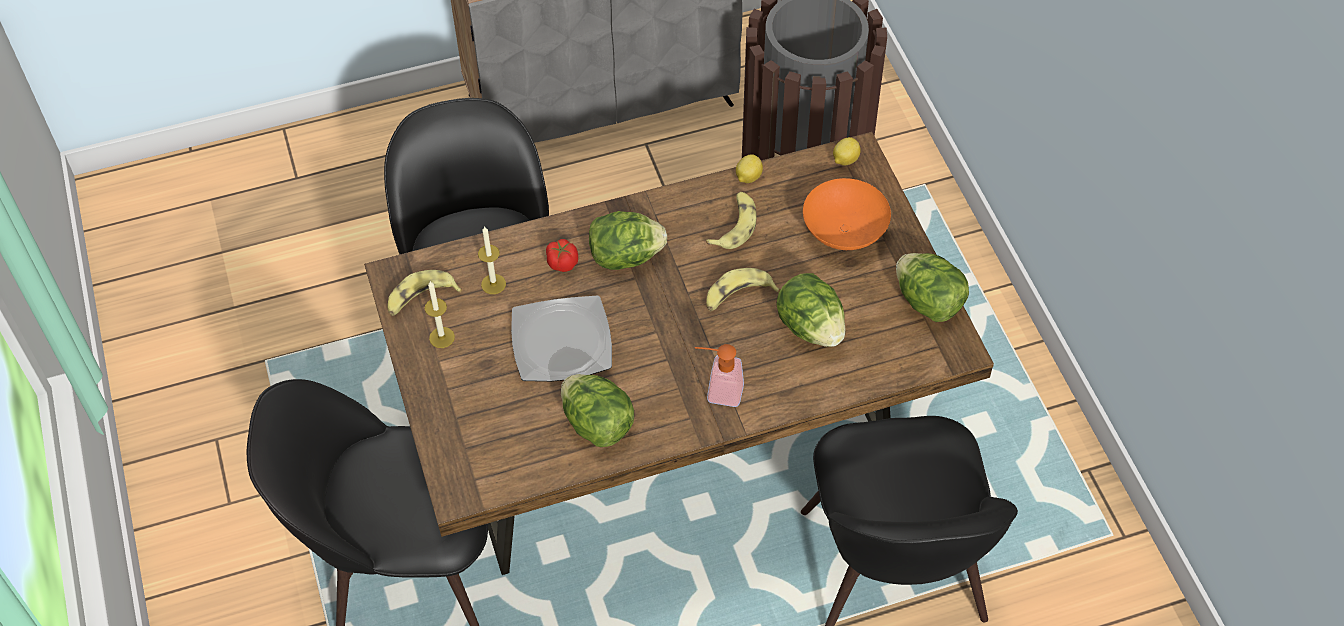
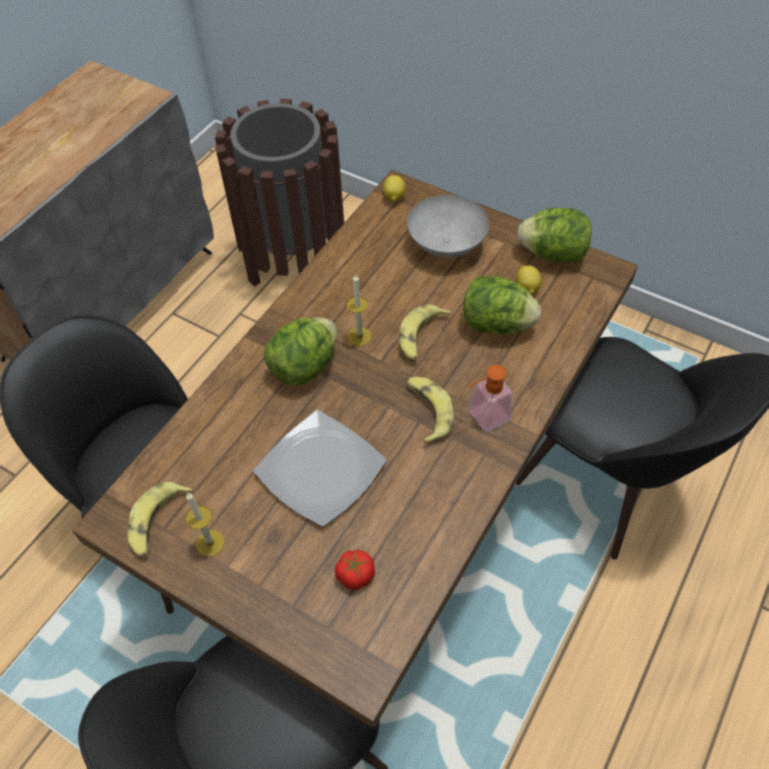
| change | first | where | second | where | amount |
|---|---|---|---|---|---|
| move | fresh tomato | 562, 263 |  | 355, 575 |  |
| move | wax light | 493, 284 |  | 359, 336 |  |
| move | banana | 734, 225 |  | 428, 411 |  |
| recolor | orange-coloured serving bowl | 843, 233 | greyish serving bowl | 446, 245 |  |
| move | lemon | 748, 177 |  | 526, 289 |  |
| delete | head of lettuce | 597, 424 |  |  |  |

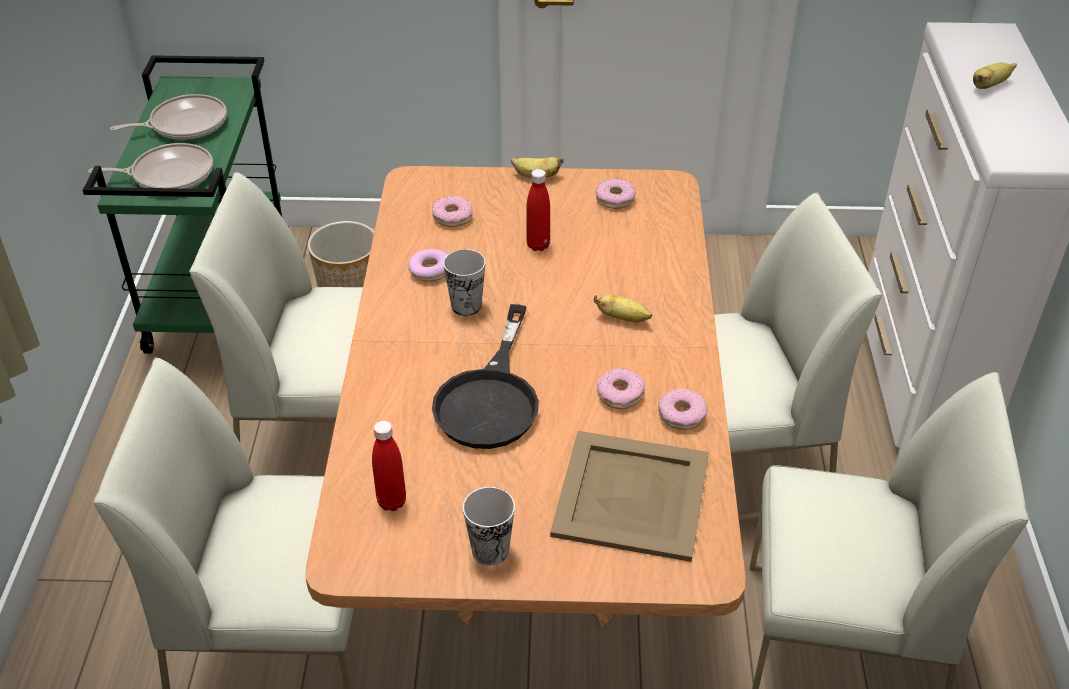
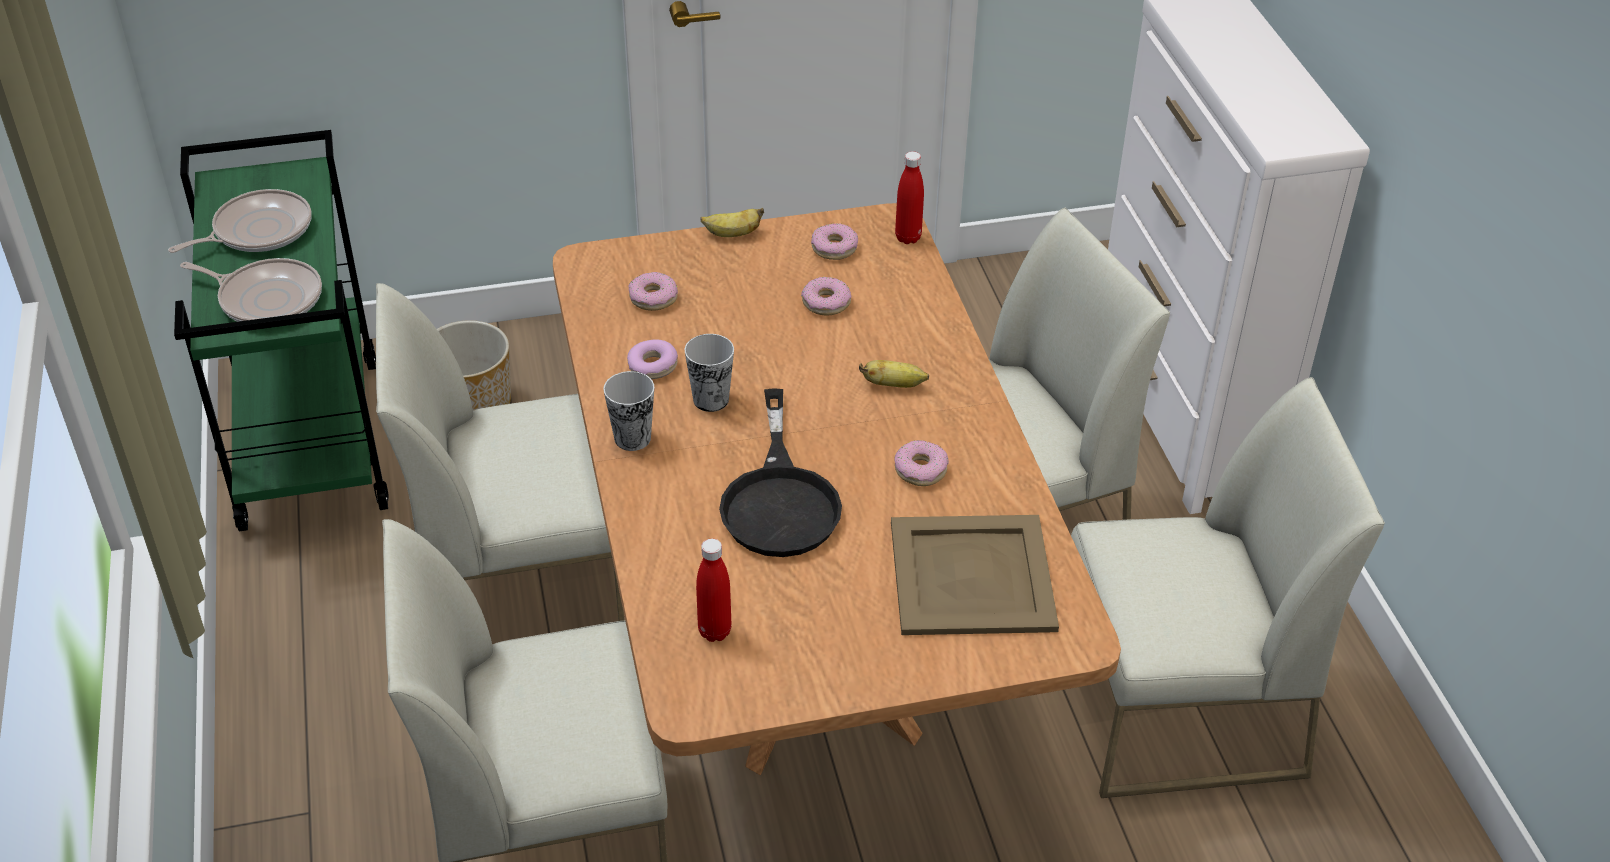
| change | first | where | second | where | amount |
|---|---|---|---|---|---|
| rotate | pan | 169, 175 |  | 266, 299 | 45 degrees clockwise |
| move | drinking cup | 490, 550 |  | 632, 438 |  |
| move | doughnut | 682, 415 |  | 826, 302 |  |
| move | red-coloured bottle | 538, 245 |  | 908, 238 |  |
| delete | banana | 989, 86 |  |  |  |

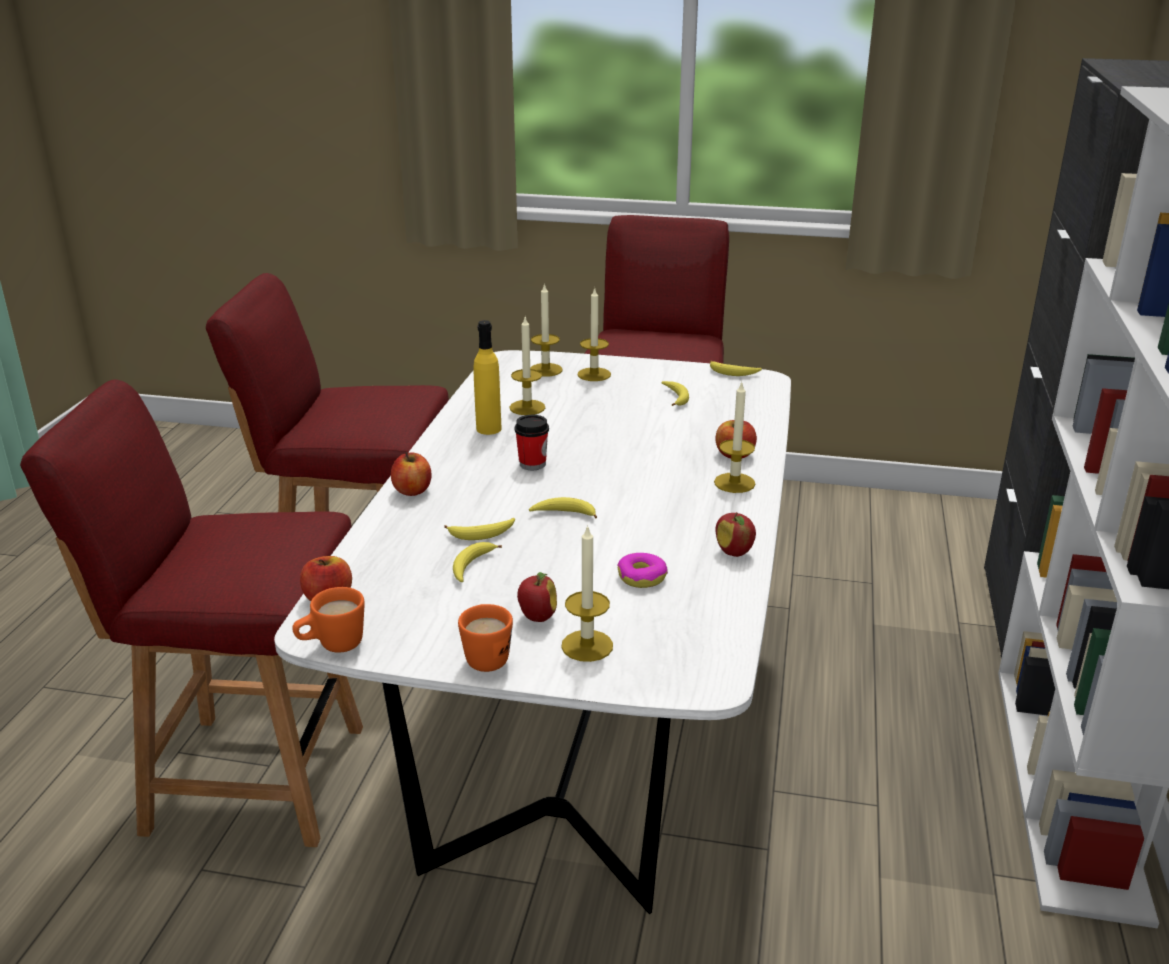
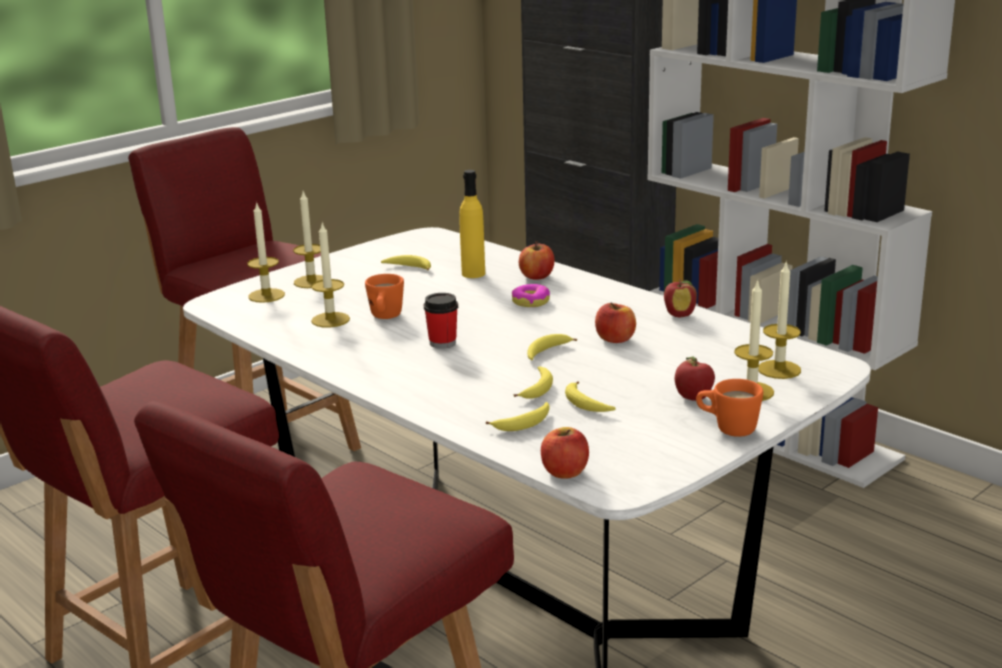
| change | first | where | second | where | amount |
|---|---|---|---|---|---|
| move | orange-coloured tea mug | 332, 646 |  | 385, 317 |  |
| move | yellow bottle | 488, 429 |  | 473, 274 |  |
| move | banana | 733, 373 |  | 524, 423 |  |
| move | doughnut | 642, 577 |  | 531, 302 |  |
| move | apple fruit | 412, 490 |  | 615, 339 |  |
| move | wax light | 734, 483 |  | 779, 369 |  |

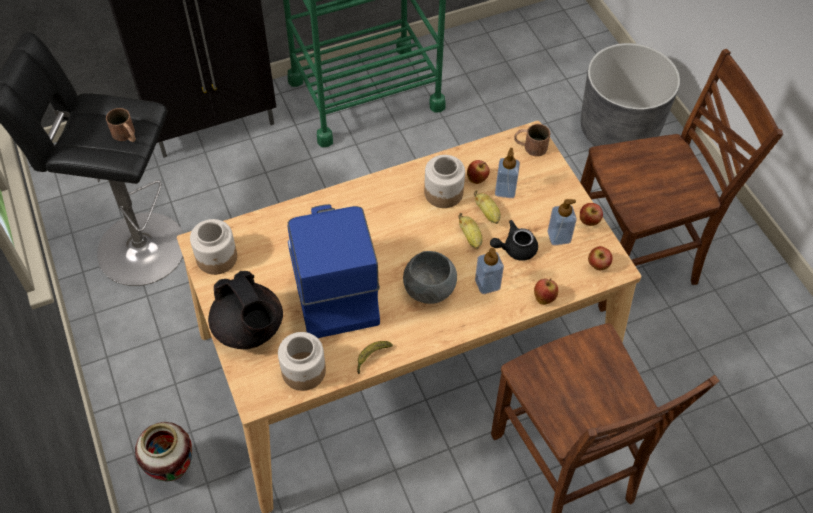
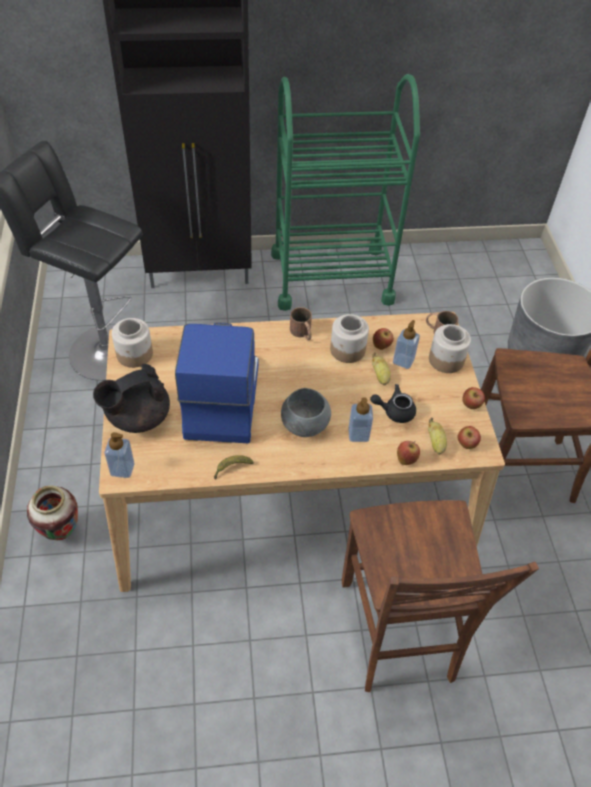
| change | first | where | second | where | amount |
|---|---|---|---|---|---|
| rotate | black-coloured pot for tea | 249, 329 |  | 137, 417 | 75 degrees clockwise |
| move | soap dispenser | 559, 237 |  | 122, 469 |  |
| move | brownish tea mug | 126, 135 |  | 302, 333 |  |
| move | banana | 471, 238 |  | 436, 443 |  |
| move | storage jar | 303, 371 |  | 445, 360 |  |

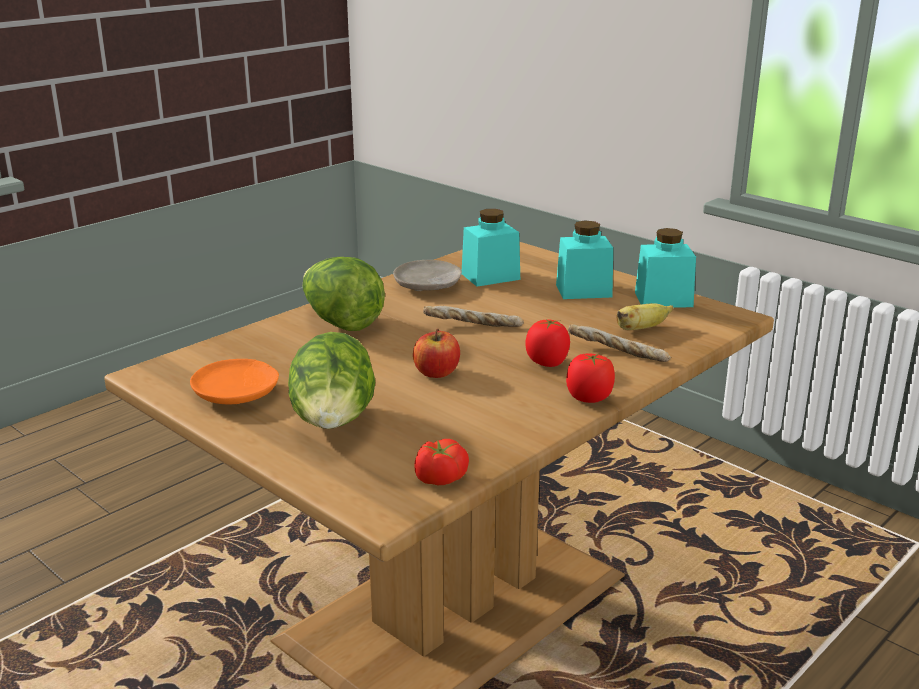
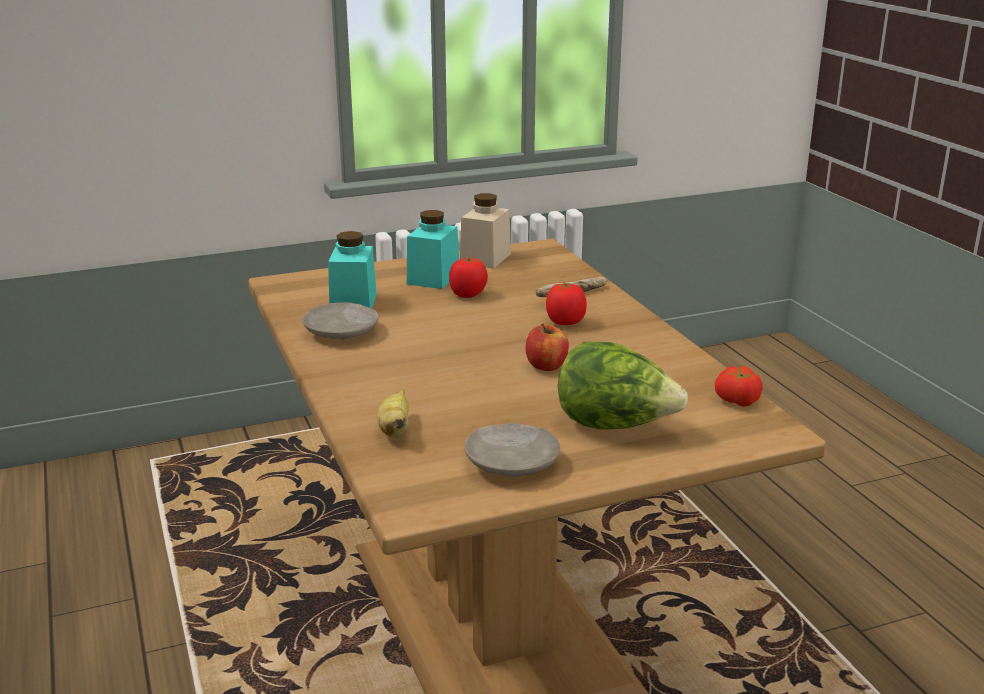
| change | first | where | second | where | amount |
|---|---|---|---|---|---|
| move | banana | 641, 329 |  | 395, 430 |  |
| move | fresh tomato | 589, 398 |  | 467, 295 |  |
| recolor | blue-green storage jar | 663, 299 | beige-coloured storage jar | 485, 258 |  |
| recolor | orange-coloured plate | 237, 394 | beige-coloured plate | 512, 463 |  |
| delete | head of lettuce | 341, 323 |  |  |  |
| delete | bakery bread | 473, 326 |  |  |  |

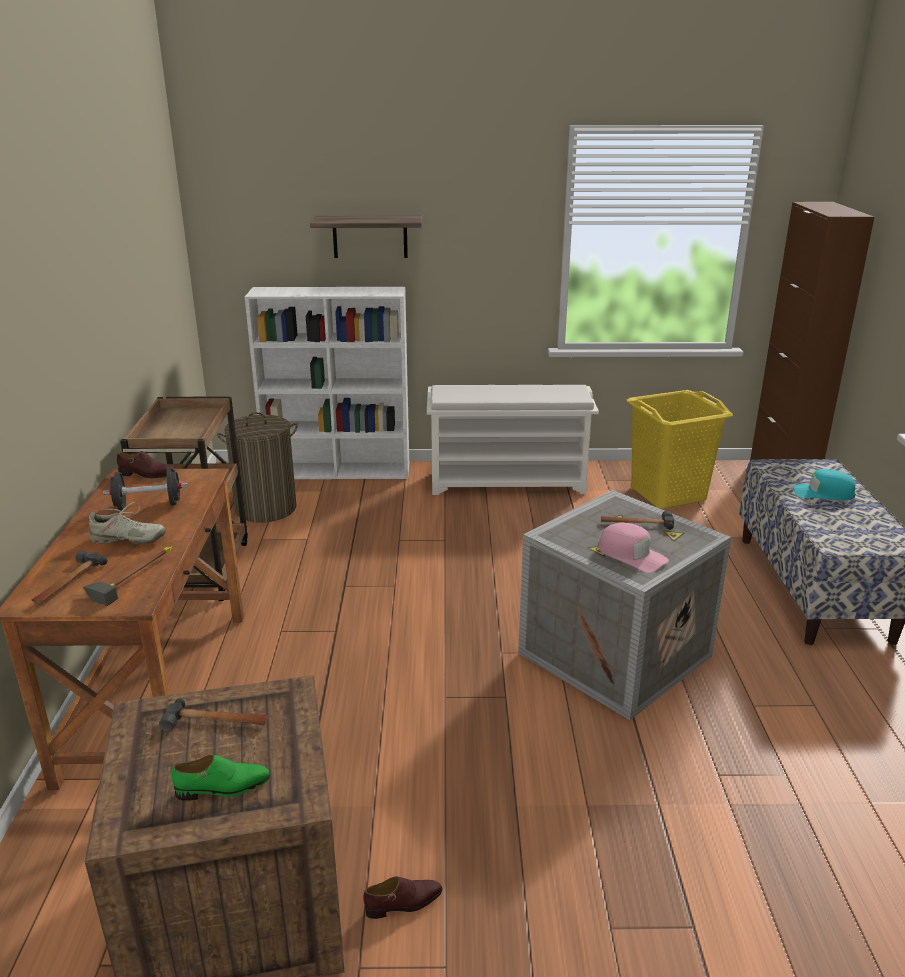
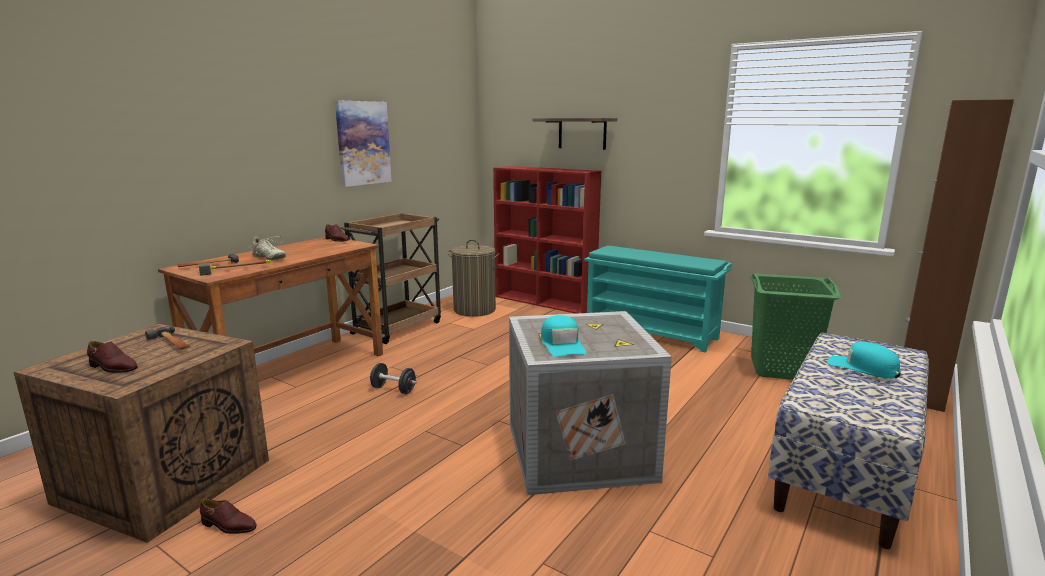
| change | first | where | second | where | amount |
|---|---|---|---|---|---|
| recolor | greenish shoe | 223, 787 | brownish shoe | 113, 367 |  |
| insert |  |  | picture | 363, 143 |  |
| move | black-coloured free weight | 148, 505 |  | 393, 389 |  |
| recolor | white shelving unit | 339, 471 | red-coloured shelving unit | 545, 302 |  |
| recolor | pinkish cap | 631, 555 | blue-green cap | 562, 344 |  |
| recolor | white shoe shelf | 509, 482 | blue-green shoe shelf | 652, 332 |  |
| recolor | yellow washing basket | 668, 494 | greenish washing basket | 782, 369 |  |
| delete | hammer | 636, 524 |  |  |  |

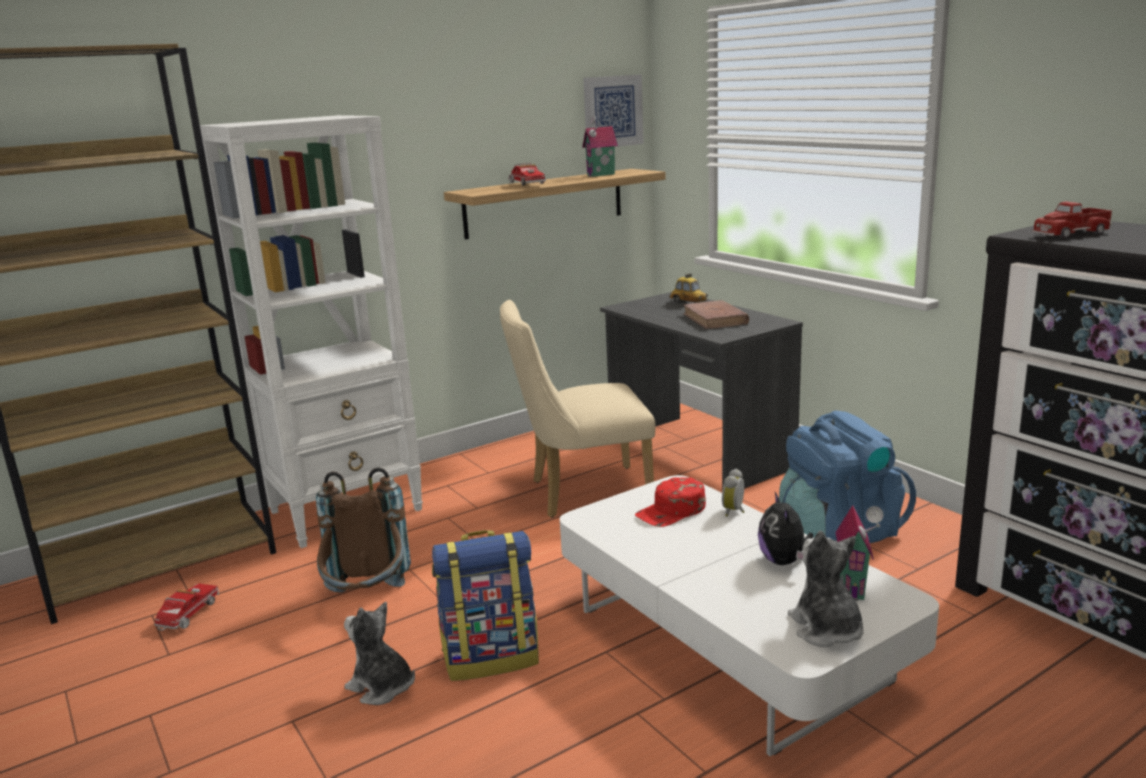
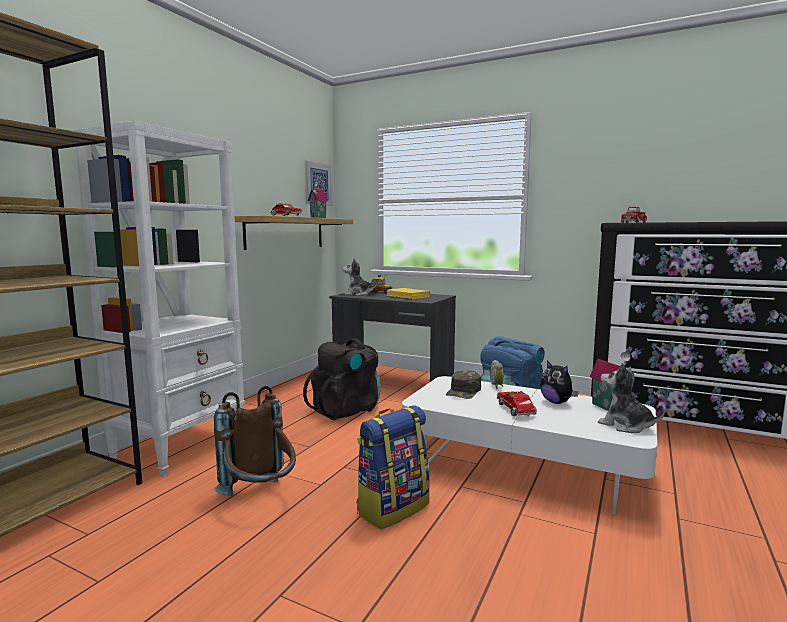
| change | first | where | second | where | amount |
|---|---|---|---|---|---|
| replace | beige-coloured chair | 581, 493 | black-coloured knapsack | 346, 410 |  |
| move | plush toy | 381, 687 |  | 358, 294 |  |
| recolor | brownish volume | 715, 319 | yellow volume | 408, 296 |  |
| recolor | red-coloured cap | 671, 511 | greenish cap | 464, 391 |  |
| move | toy lorry | 187, 617 |  | 516, 411 |  |

